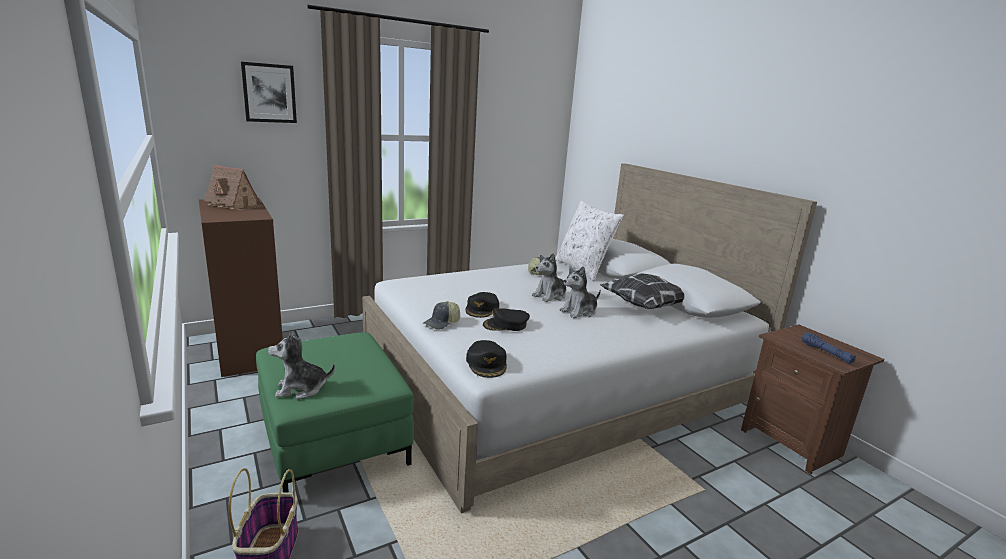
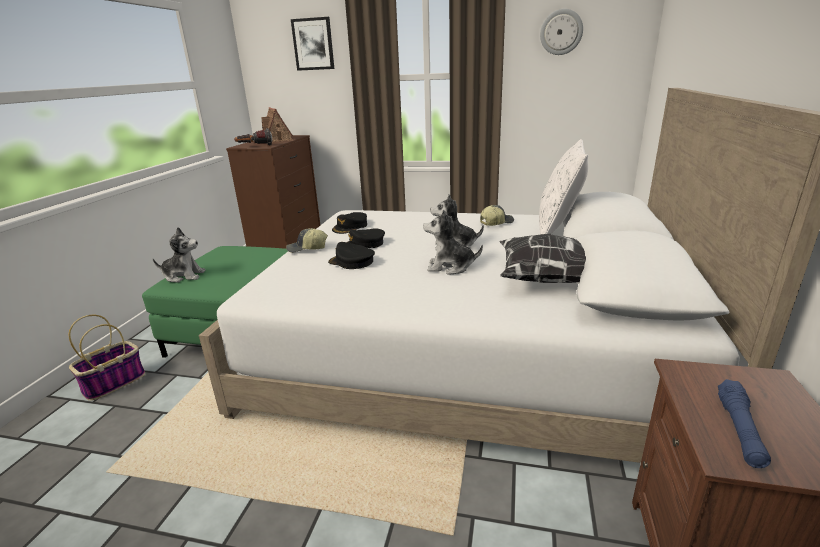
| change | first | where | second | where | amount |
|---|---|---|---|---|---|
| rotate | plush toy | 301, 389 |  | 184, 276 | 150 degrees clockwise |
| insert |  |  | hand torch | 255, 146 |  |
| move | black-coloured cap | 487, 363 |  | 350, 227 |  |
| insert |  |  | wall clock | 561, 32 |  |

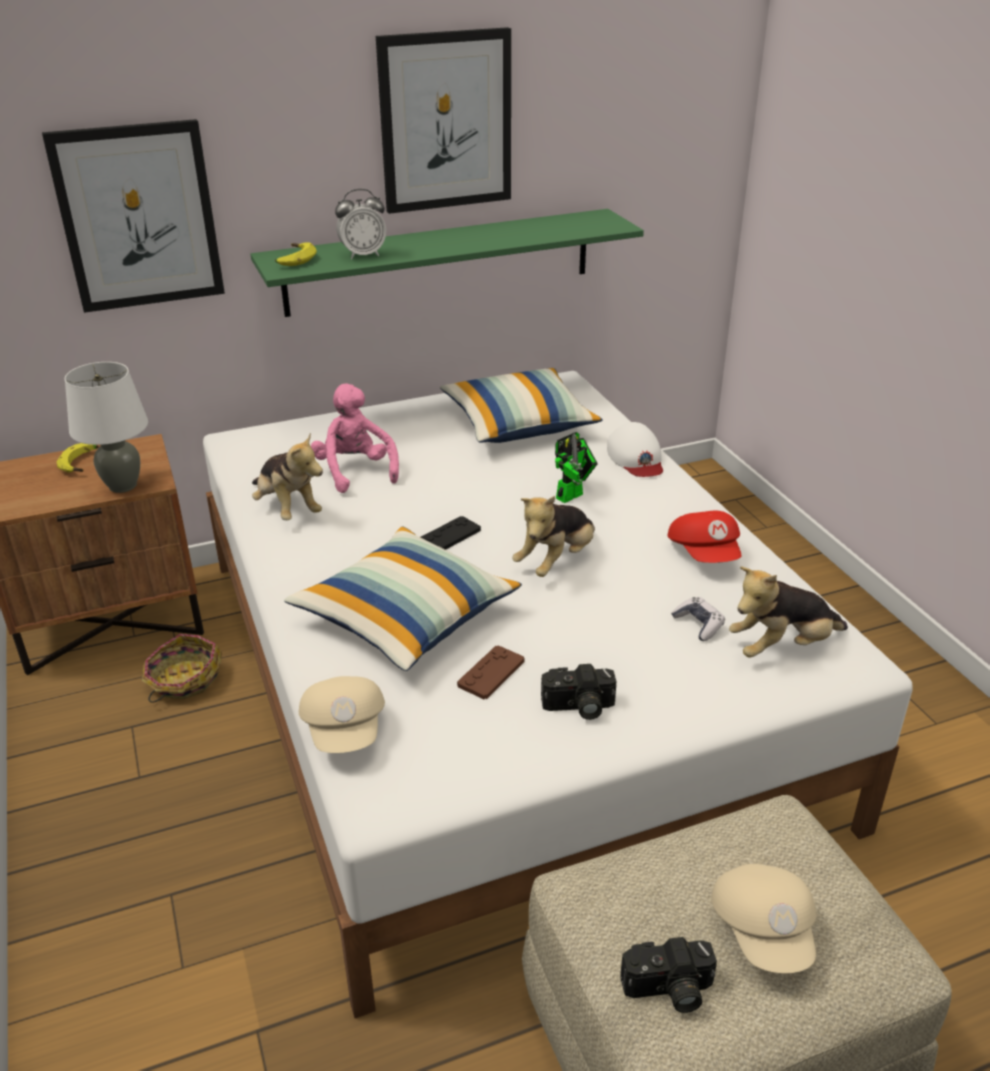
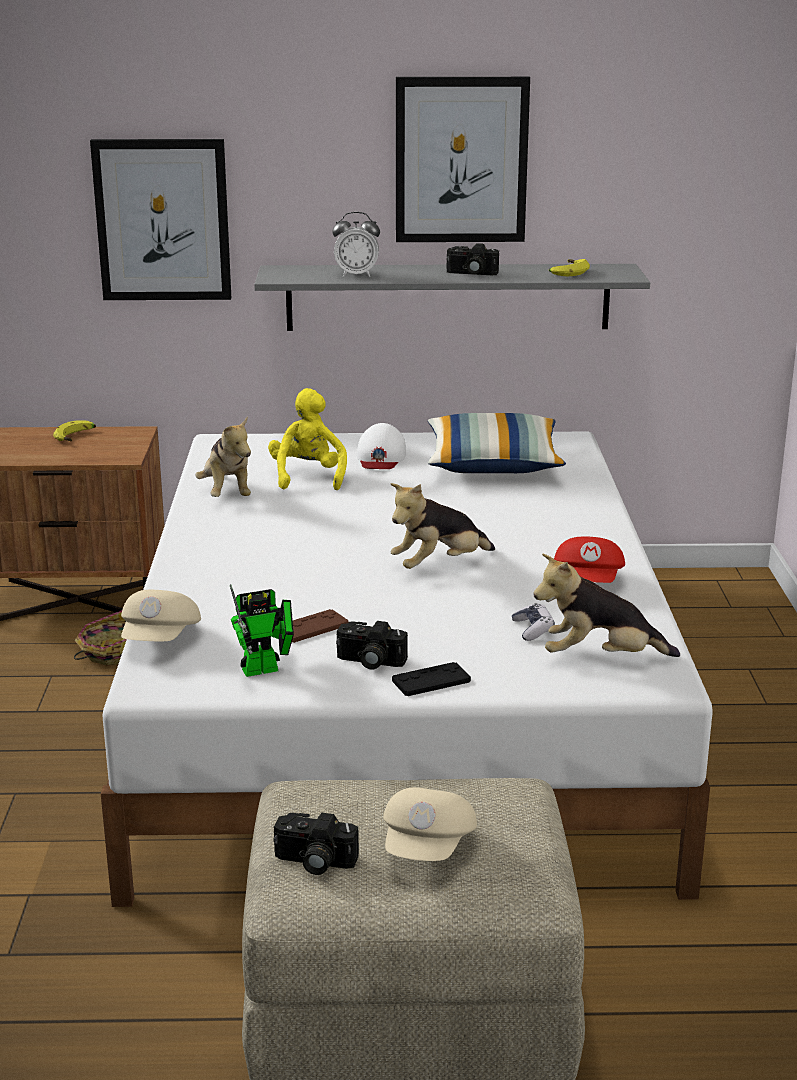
| change | first | where | second | where | amount |
|---|---|---|---|---|---|
| move | robot figure | 572, 494 |  | 266, 669 |  |
| recolor | greenish bracket shelf | 440, 262 | greyish bracket shelf | 448, 297 |  |
| recolor | pinkish plush toy | 355, 471 | yellow plush toy | 308, 477 |  |
| move | white cap | 636, 458 |  | 380, 457 |  |
| move | black-coloured gamepad | 450, 535 |  | 431, 681 |  |
| insert |  |  | still camera | 471, 273 |  |
| move | banana | 293, 260 |  | 566, 272 |  |
| delete | white table lamp | 122, 486 |  |  |  |
| delete | throw pillow | 406, 617 |  |  |  |

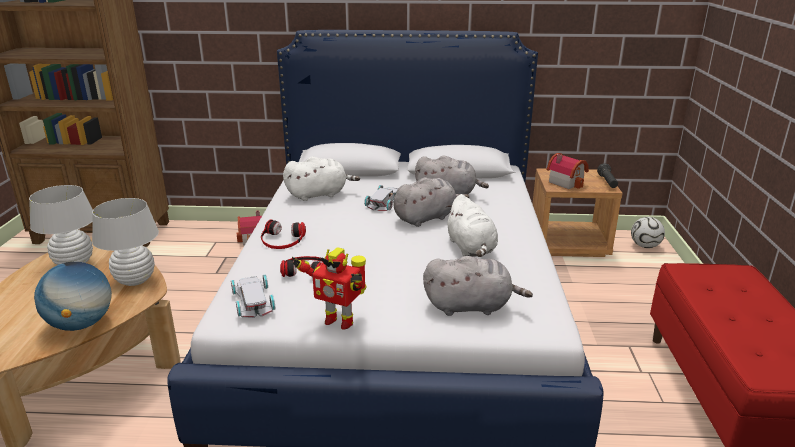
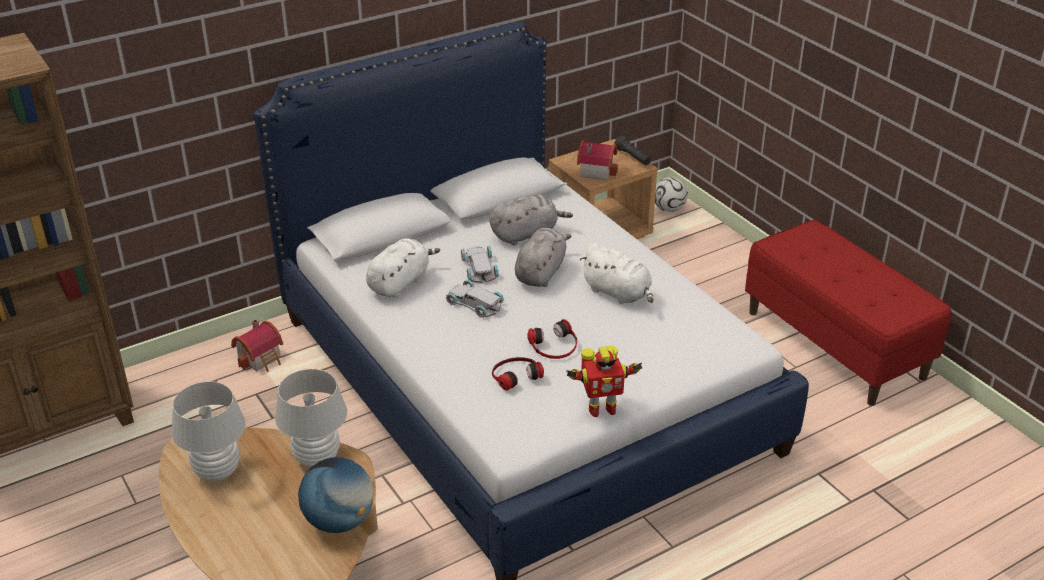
| change | first | where | second | where | amount |
|---|---|---|---|---|---|
| move | white model car | 254, 300 |  | 474, 303 |  |
| move | pair of headphones | 282, 240 |  | 554, 345 |  |
| delete | greyish plush toy | 471, 306 |  |  |  |

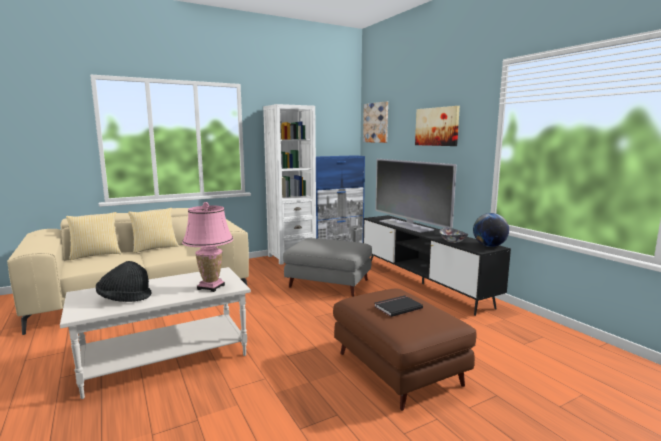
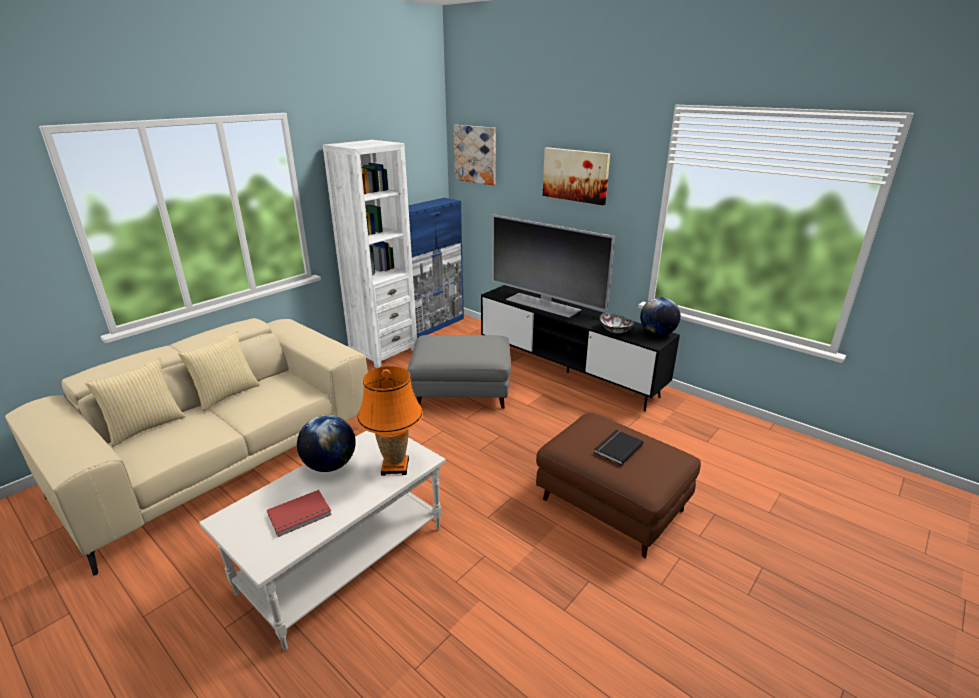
| change | first | where | second | where | amount |
|---|---|---|---|---|---|
| replace | black-coloured hat | 124, 298 | red-coloured volume | 300, 515 |  |
| insert |  |  | globe | 330, 465 |  |
| recolor | pinkish table lamp | 210, 287 | orange-coloured table lamp | 395, 467 |  |

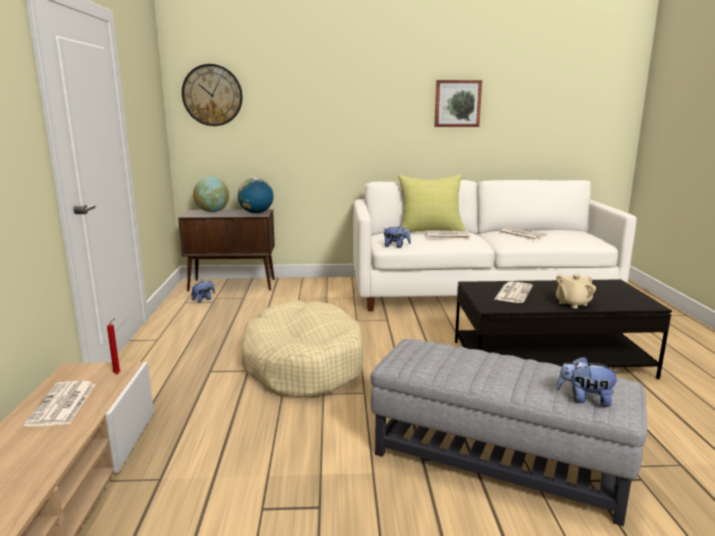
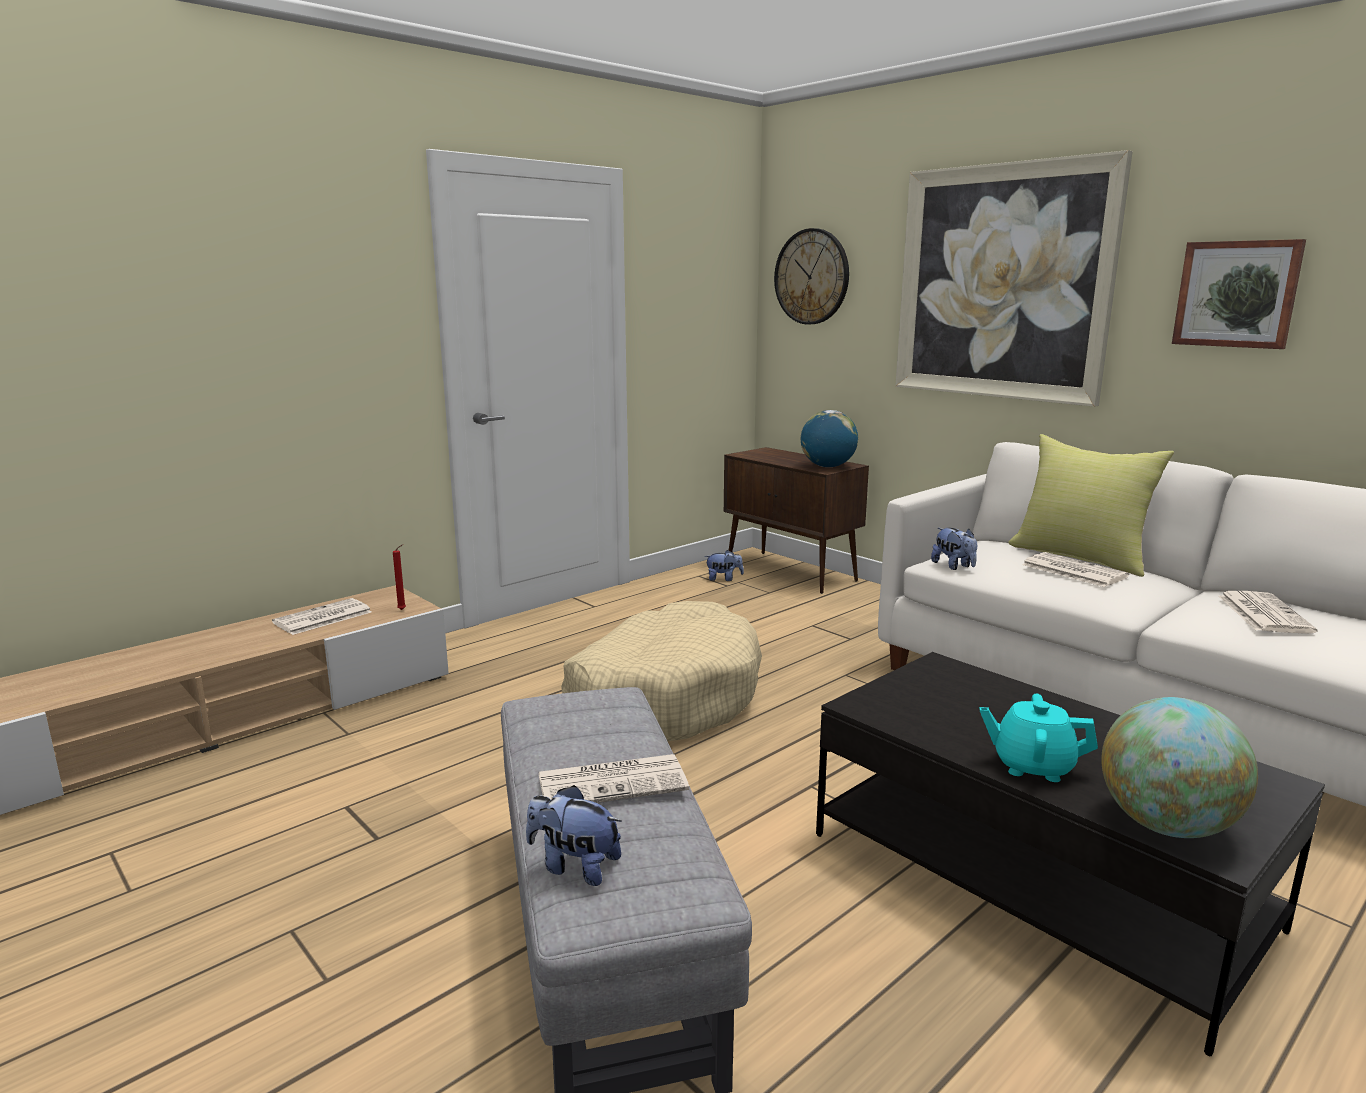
| change | first | where | second | where | amount |
|---|---|---|---|---|---|
| rotate | plush toy | 585, 399 |  | 574, 866 | 45 degrees counterclockwise |
| move | daily paper | 513, 293 |  | 614, 782 |  |
| insert |  |  | picture | 1002, 283 |  |
| recolor | beige-coloured pot for tea | 572, 303 | blue-green pot for tea | 1032, 766 |  |
| move | globe | 212, 211 |  | 1166, 825 |  |

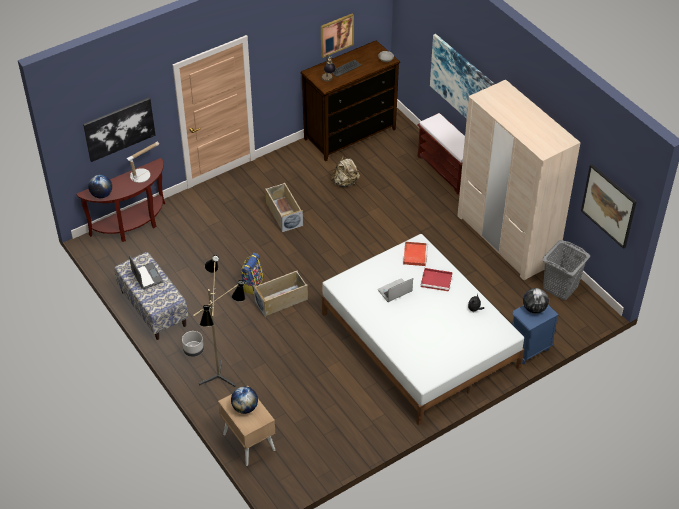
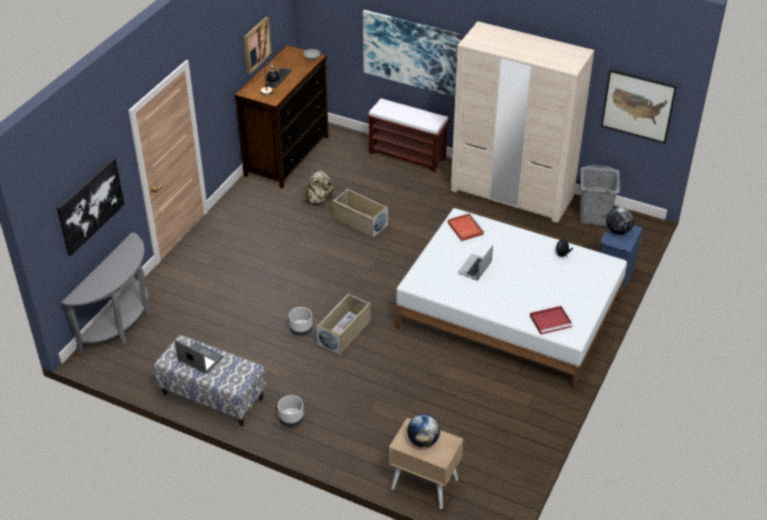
| change | first | where | second | where | amount |
|---|---|---|---|---|---|
| recolor | brownish hall table | 132, 225 | greyish hall table | 122, 323 |  |
| replace | knapsack | 252, 284 | greyish flower pot | 301, 330 |  |
| move | beige-coloured storage bin | 283, 214 |  | 359, 221 |  |
| move | red-coloured carrying tray | 437, 280 |  | 551, 321 |  |
| delete | globe | 101, 195 |  |  |  |
| delete | table lamp | 142, 175 |  |  |  |
| delete | standing lamp | 223, 377 |  |  |  |

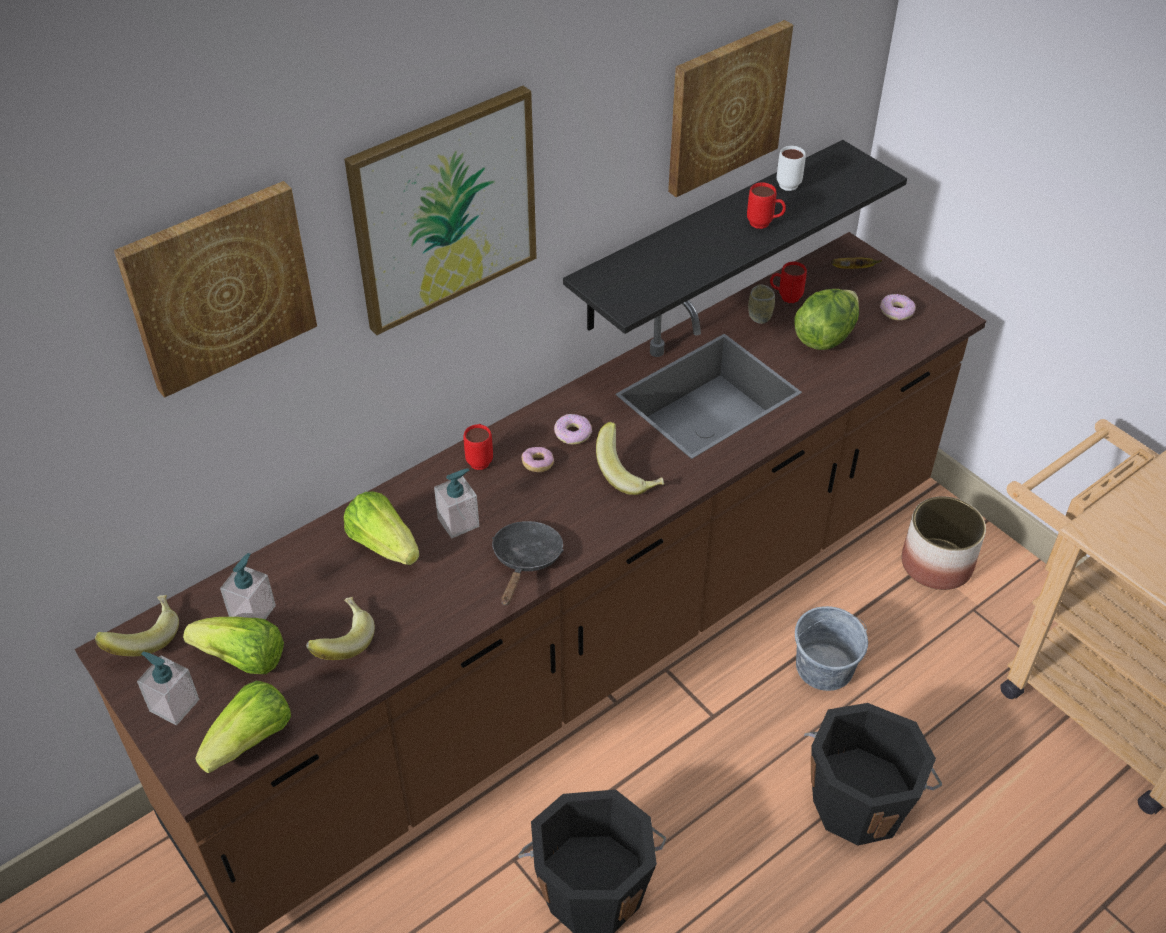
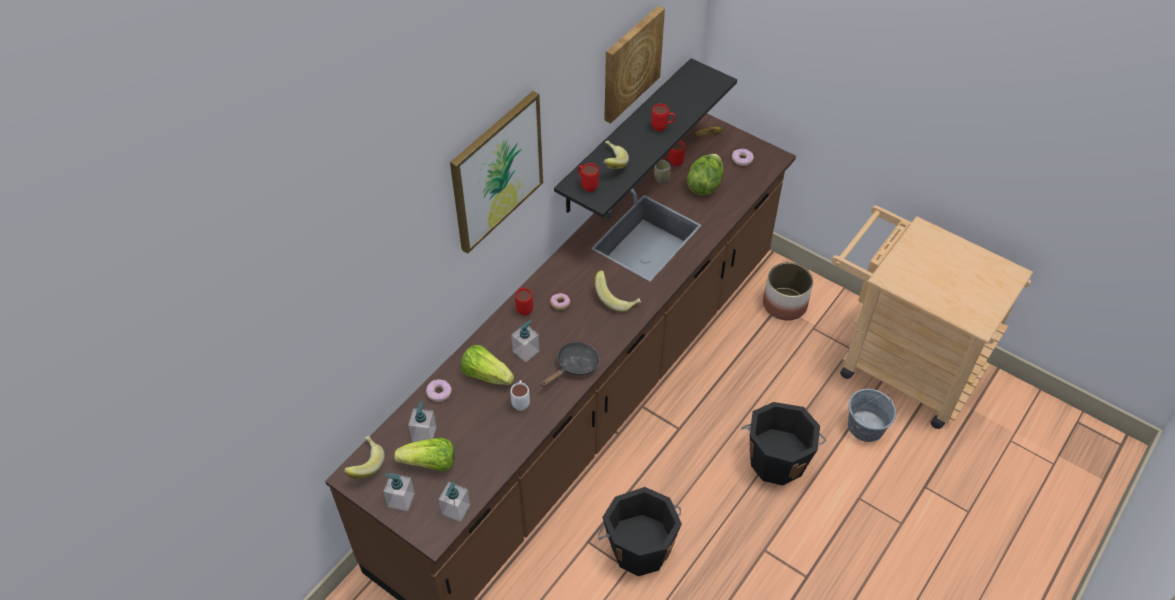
| change | first | where | second | where | amount |
|---|---|---|---|---|---|
| move | doughnut | 572, 434 |  | 439, 393 |  |
| replace | head of lettuce | 251, 741 | soap dispenser | 456, 509 |  |
| move | white tea mug | 789, 183 |  | 521, 402 |  |
| rotate | black-coloured pan | 526, 560 |  | 574, 366 | 45 degrees clockwise |
| insert |  |  | red-coloured tea mug | 587, 185 |  |
| move | banana | 341, 641 |  | 610, 163 |  |
| move | greyish water bucket | 825, 667 |  | 866, 426 |  |
| delete | picture | 219, 287 |  |  |  |

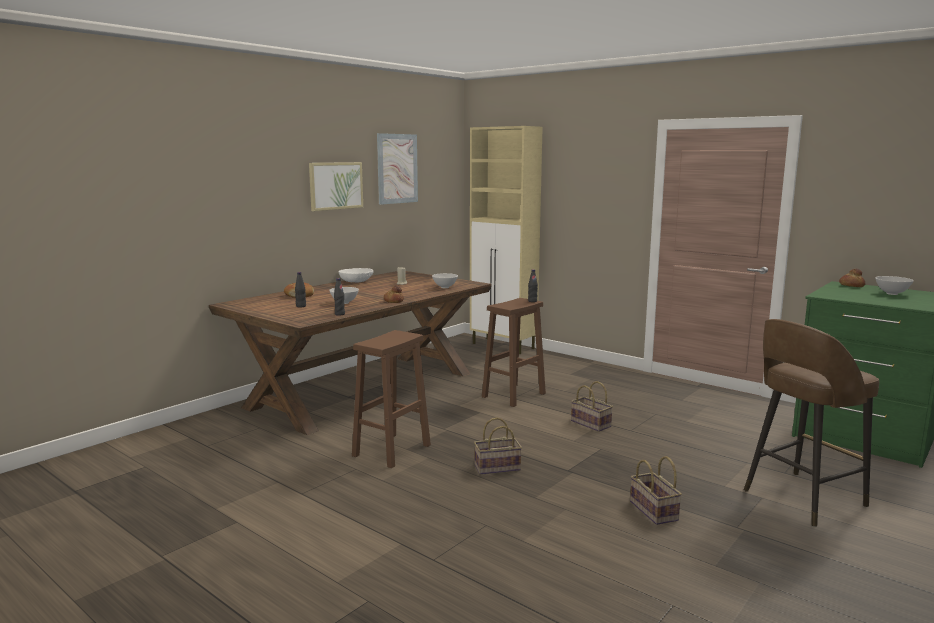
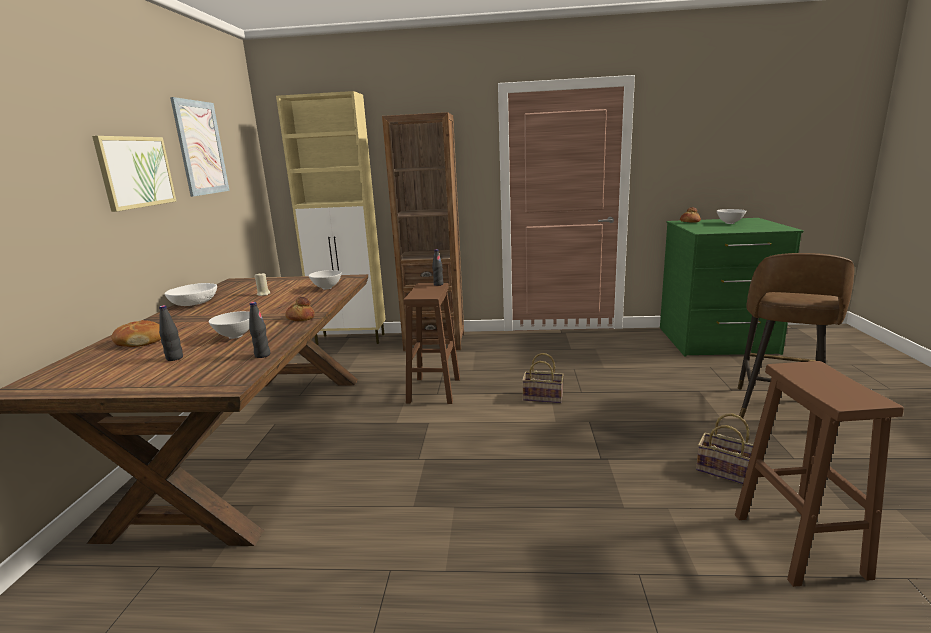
| change | first | where | second | where | amount |
|---|---|---|---|---|---|
| insert |  |  | brownish shelving unit | 434, 341 |  |
| move | brownish stool seat | 391, 451 |  | 800, 546 |  |
| delete | household basket | 496, 468 |  |  |  |

